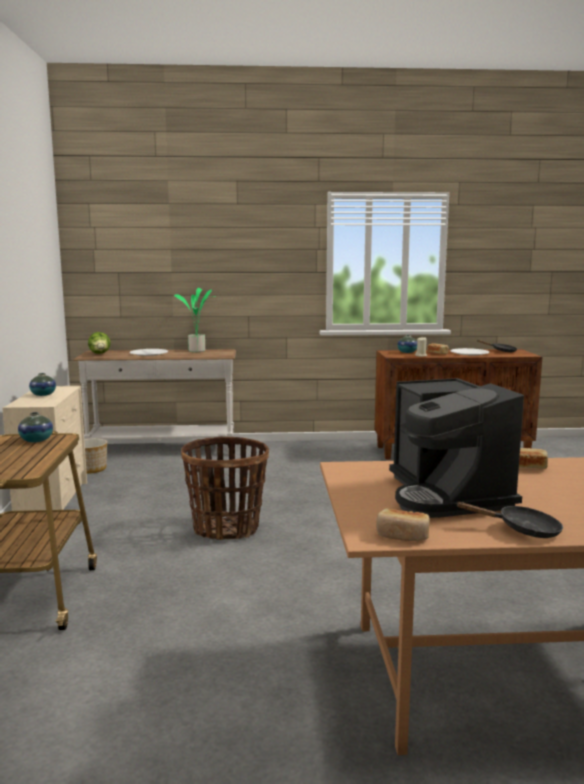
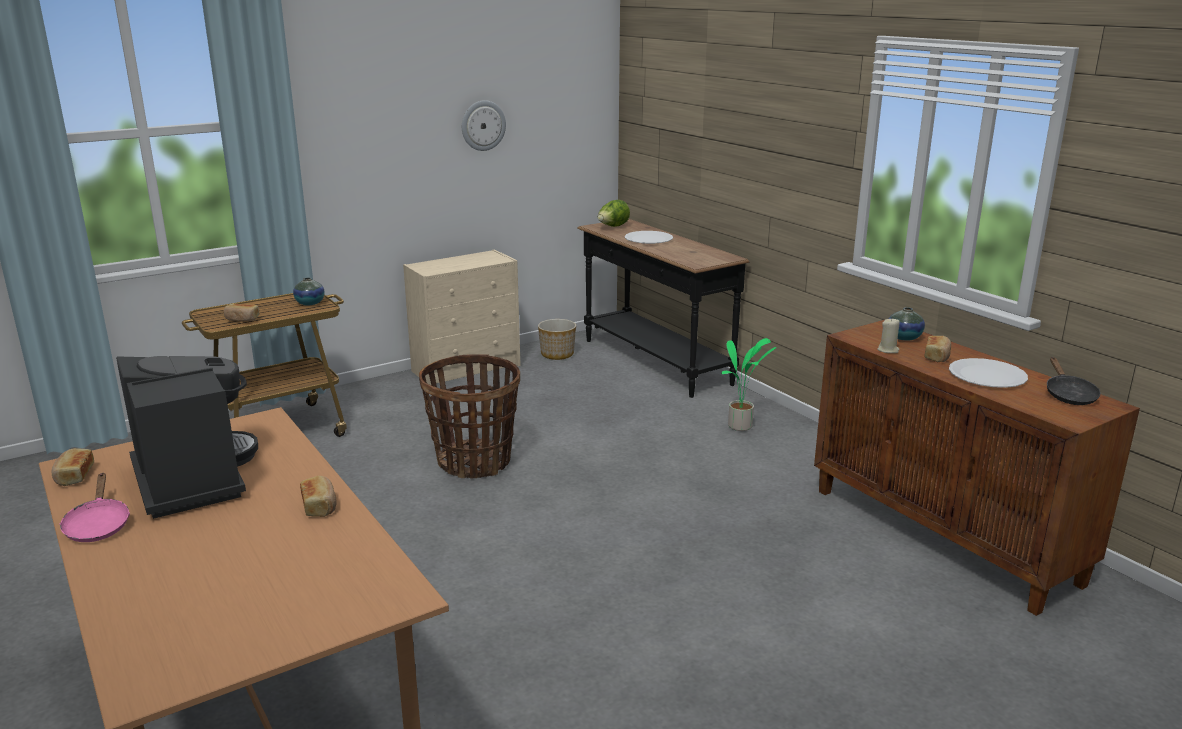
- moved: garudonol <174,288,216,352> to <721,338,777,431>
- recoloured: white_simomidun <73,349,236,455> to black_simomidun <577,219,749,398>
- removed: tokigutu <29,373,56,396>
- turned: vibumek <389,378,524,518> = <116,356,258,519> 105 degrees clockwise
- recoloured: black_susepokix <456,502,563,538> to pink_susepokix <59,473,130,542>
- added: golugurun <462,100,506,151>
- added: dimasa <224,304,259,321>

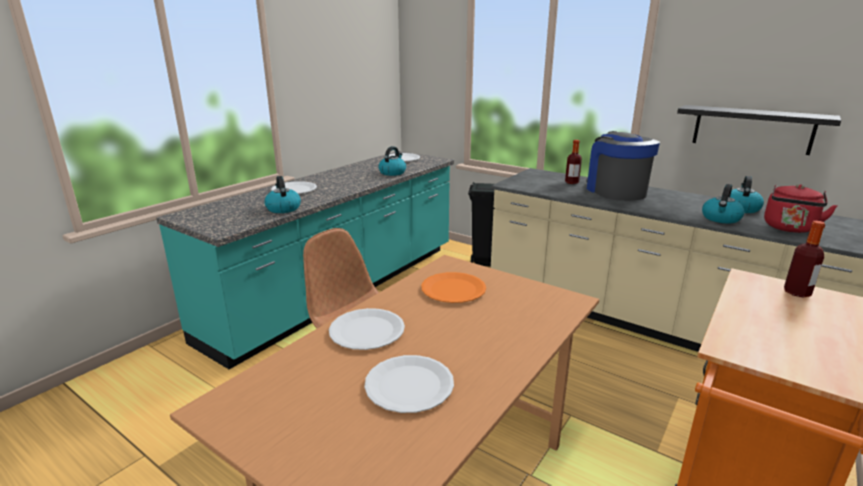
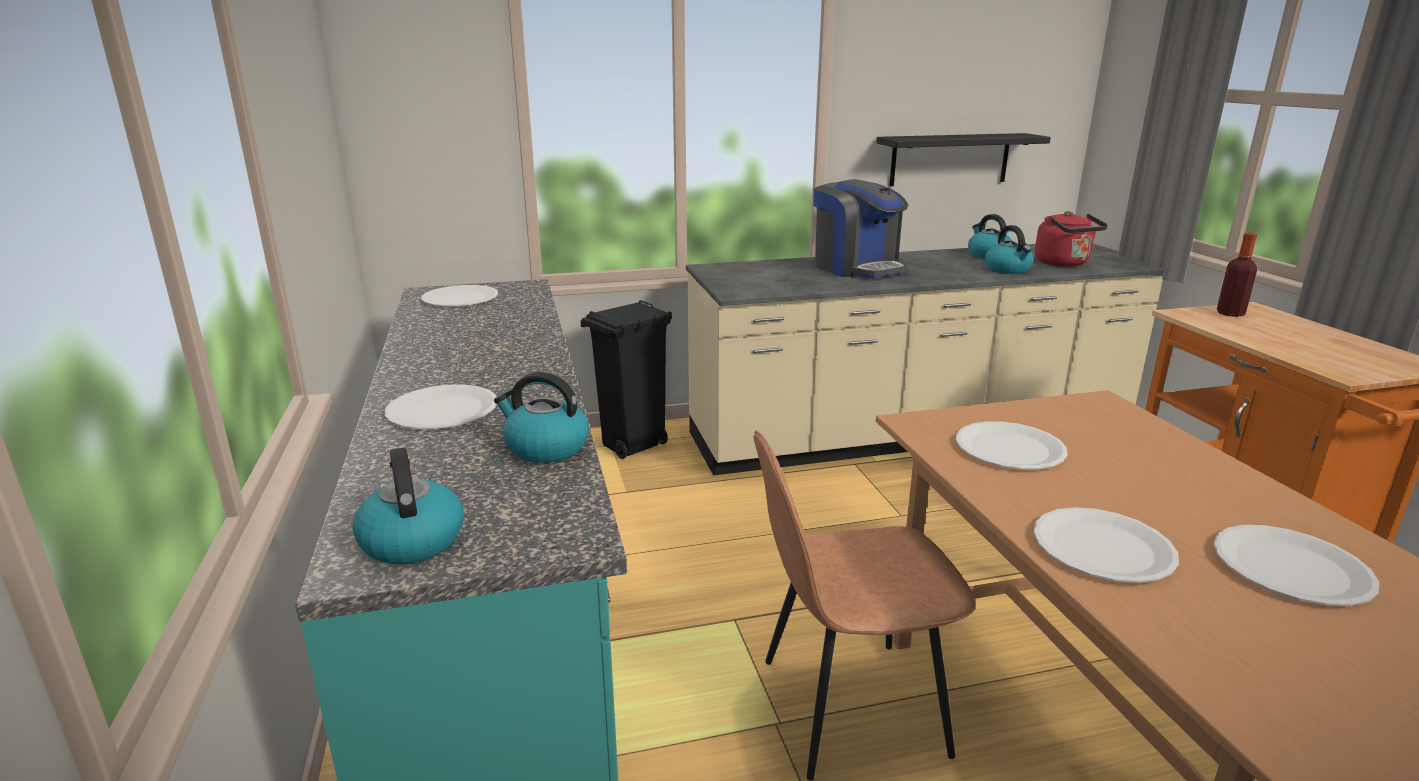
- turned: vibumek <586,131,660,201> = <813,179,908,278> 150 degrees counterclockwise
- removed: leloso <565,140,582,184>
- moved: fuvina <378,146,406,176> to <352,448,464,564>
- recoloured: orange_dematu <421,272,486,303> to white_dematu <956,421,1068,469>

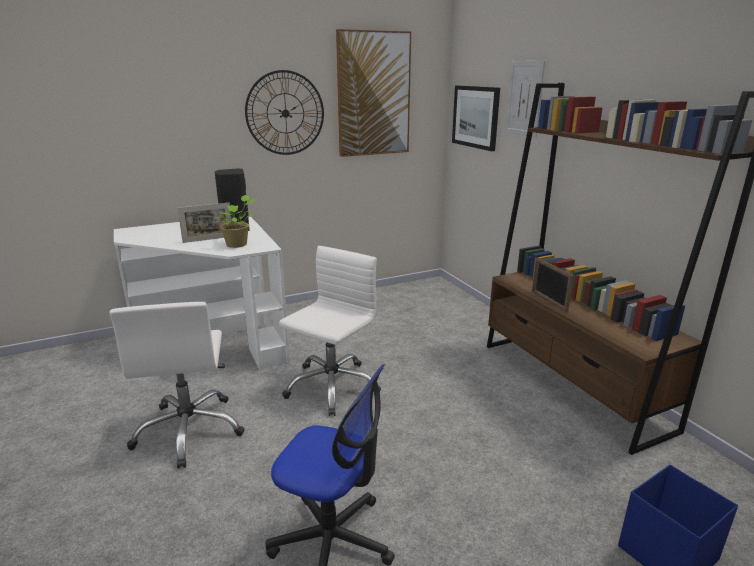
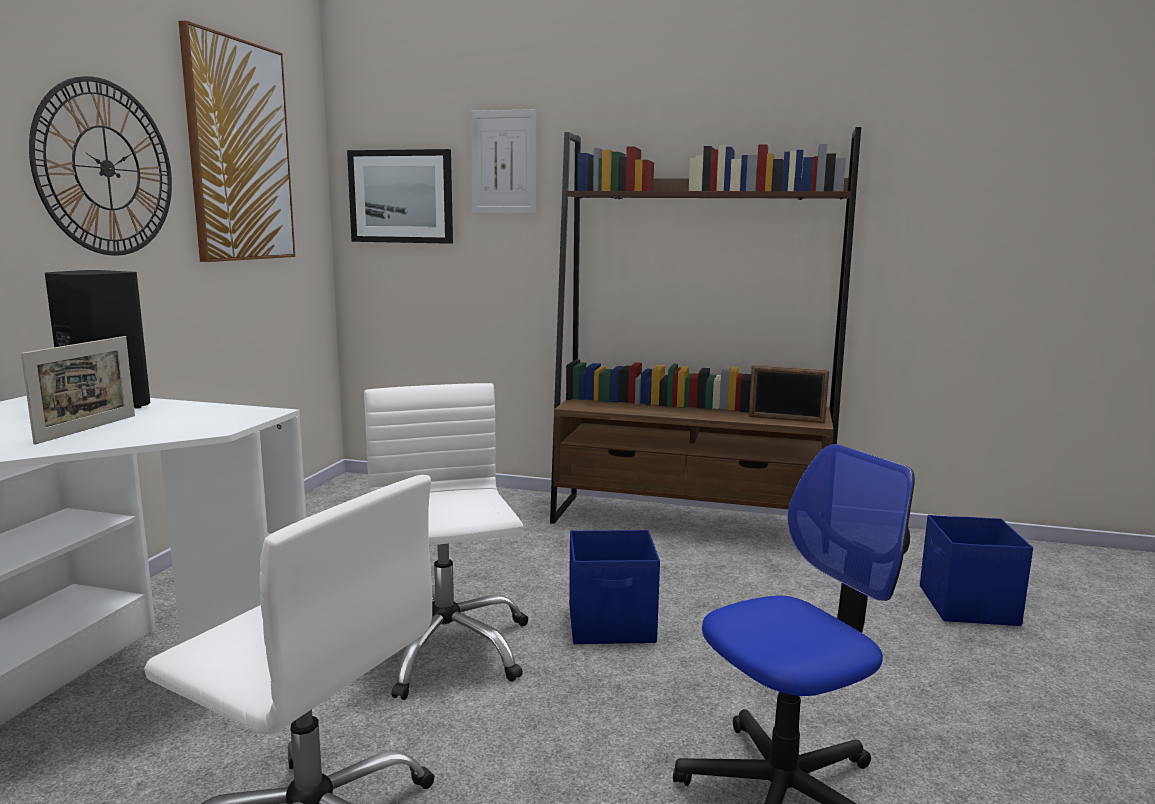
- removed: garudonol <217,195,256,248>
- moved: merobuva <532,257,574,313> to <749,365,829,424>
- added: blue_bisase <569,530,660,644>

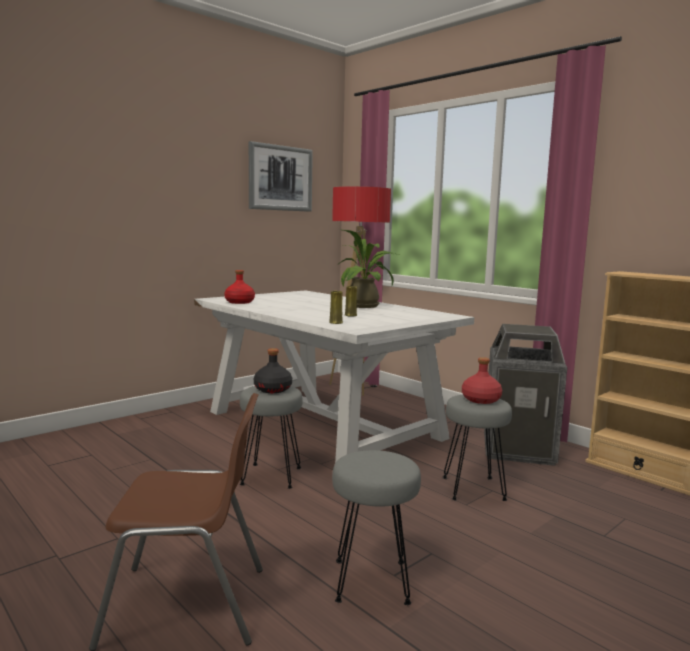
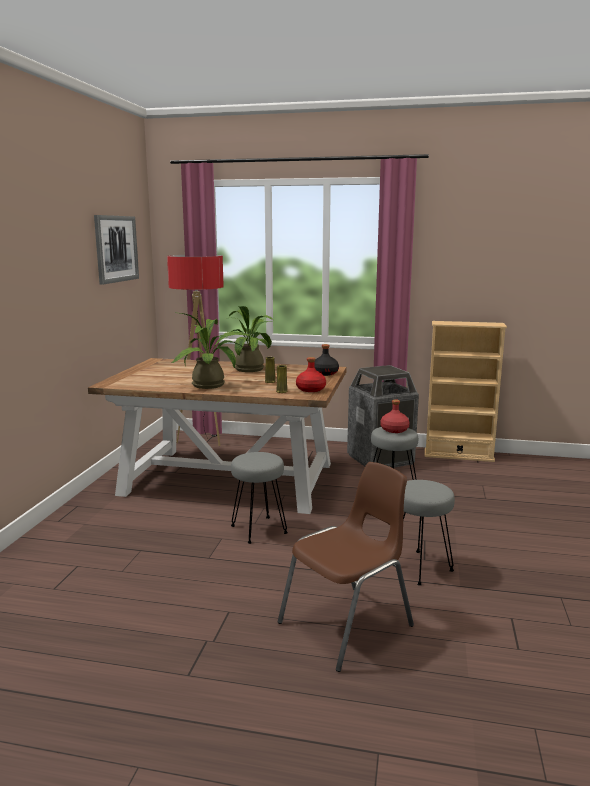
- moved: red_leloso <224,270,255,304> to <296,357,326,392>
- recoloured: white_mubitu <194,290,474,463> to brown_mubitu <88,358,347,514>
- moved: black_leloso <254,348,292,393> to <314,344,339,376>
- added: garudonol <172,313,252,389>

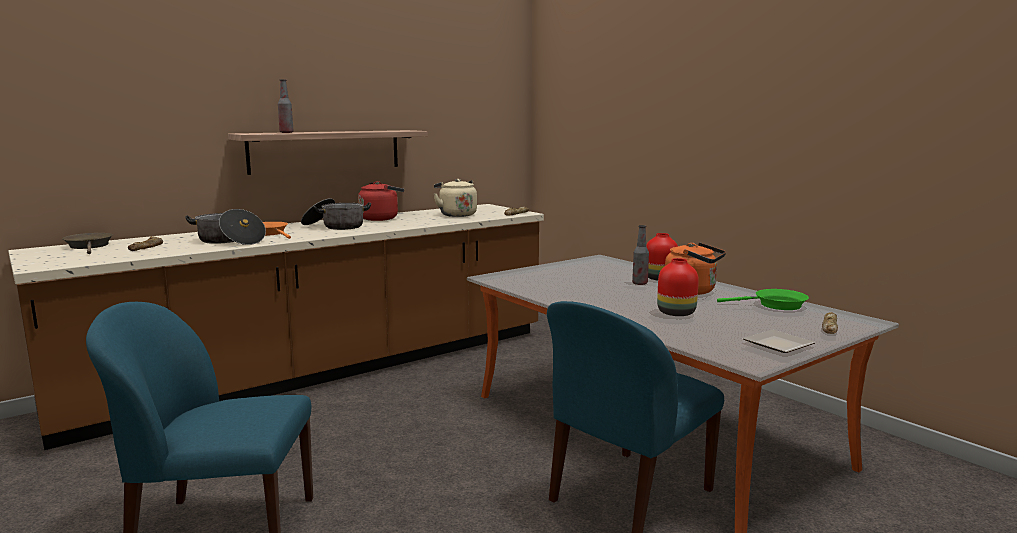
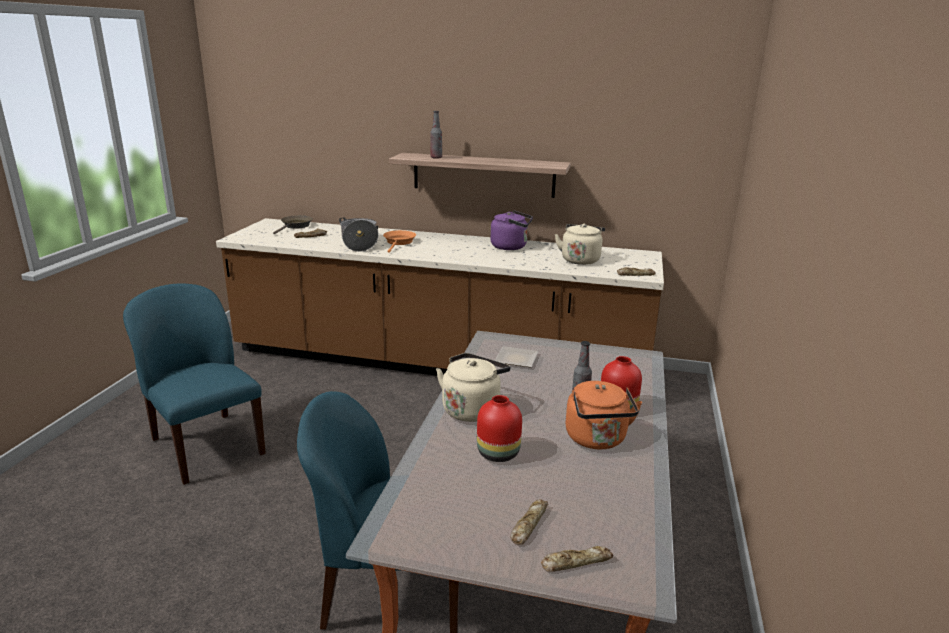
- recoloured: red_fuvina <358,181,404,221> to purple_fuvina <490,210,533,250>
- removed: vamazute <301,198,371,230>
- removed: green_susepokix <717,289,809,310>
- moved: dematu <743,330,816,353> to <495,346,538,368>
- added: beige_fuvina <436,353,510,422>
- added: dimasa <510,499,548,545>

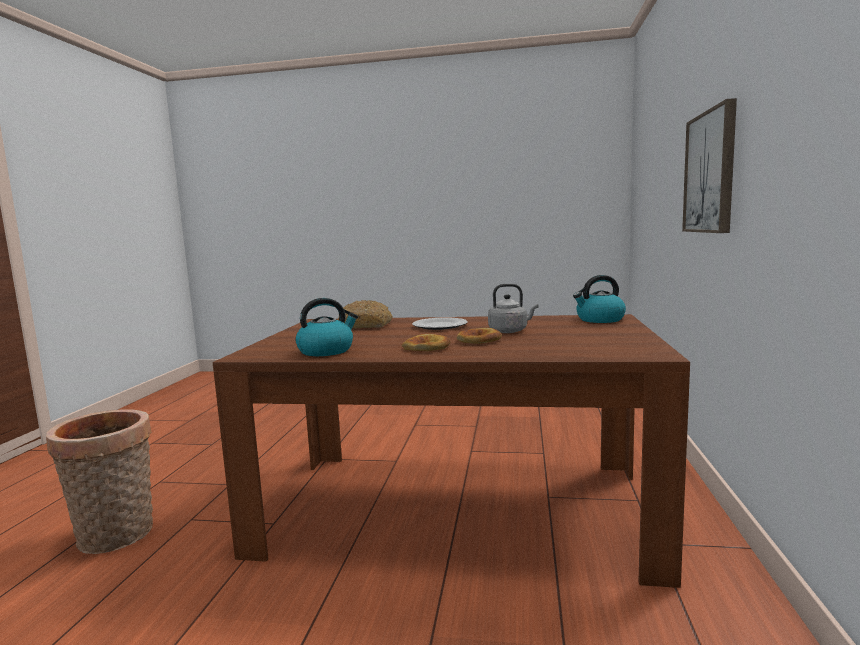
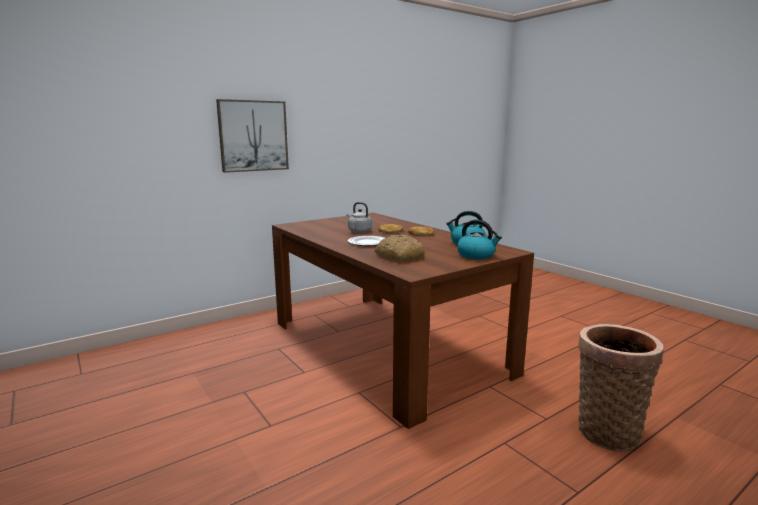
- moved: fuvina <573,275,626,323> to <457,219,502,259>

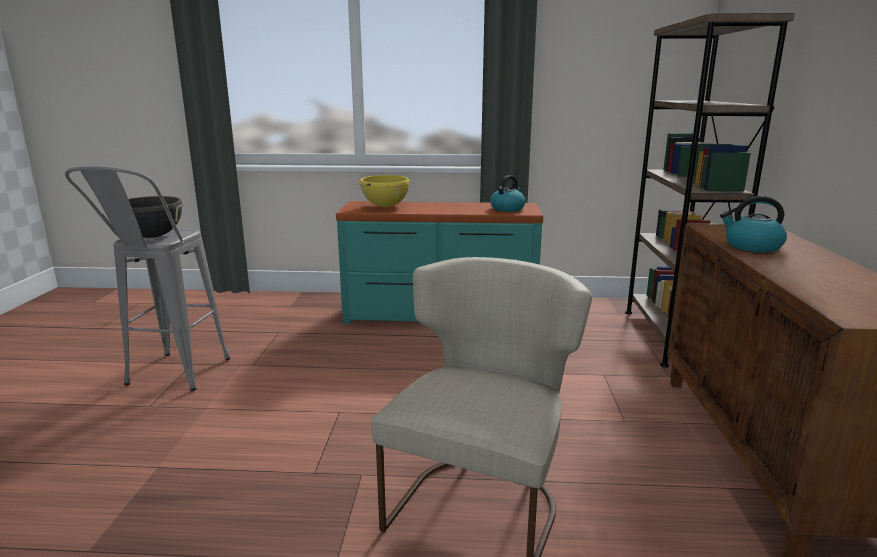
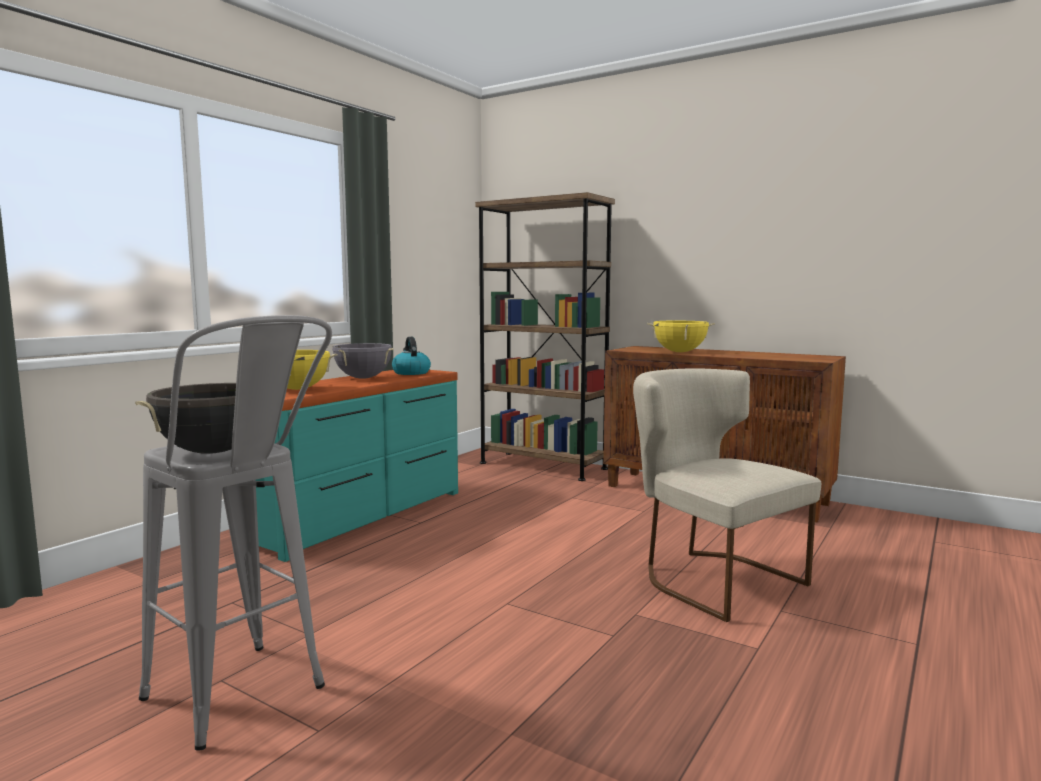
- replaced: fuvina <720,196,787,253> to yellow_vamazute <647,321,715,352>
- added: grey_vamazute <332,343,393,379>

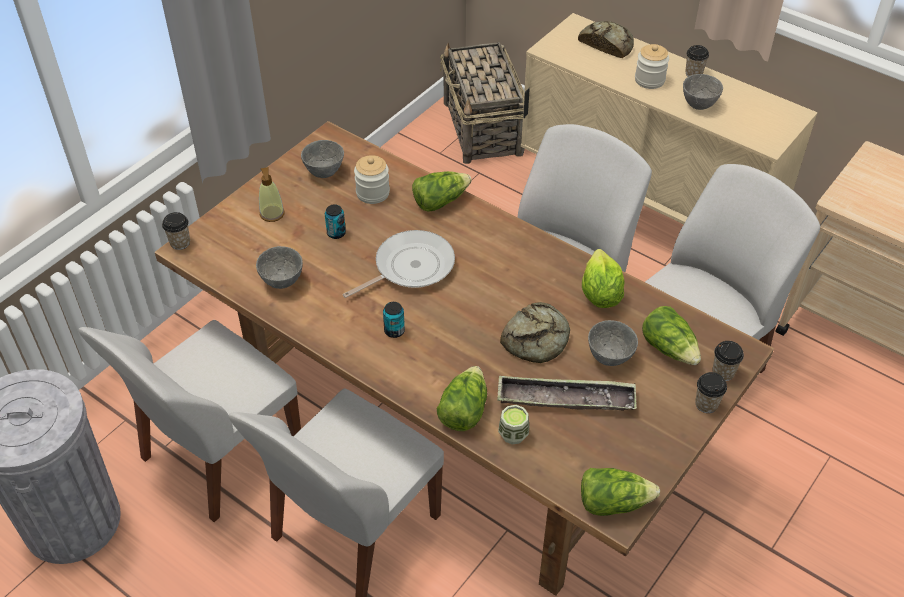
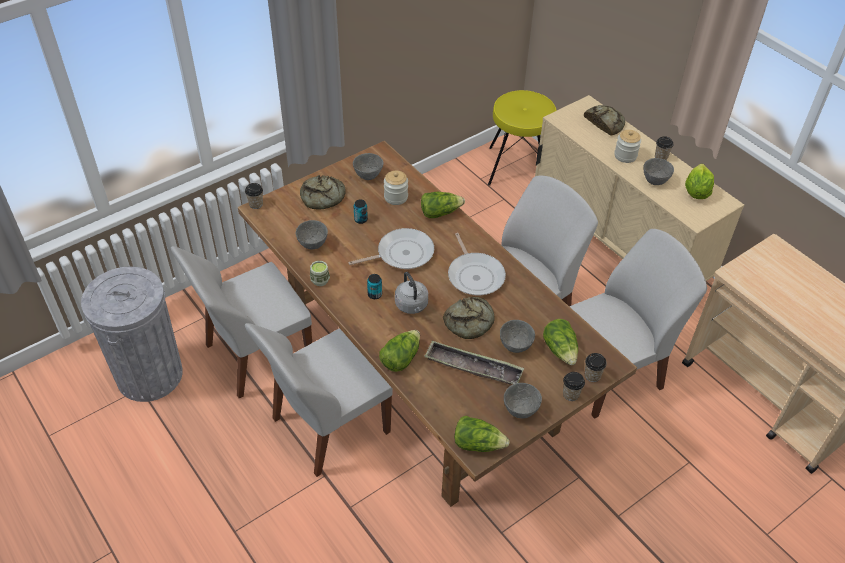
- replaced: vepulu <440,42,525,164> to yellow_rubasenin <488,90,557,185>
- replaced: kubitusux <259,167,285,222> to dimasa <300,175,346,209>
- moved: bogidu <582,249,625,308> to <685,163,714,199>
- moved: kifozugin <498,405,529,445> to <310,261,330,286>
- added: susepokix <448,233,506,295>
- added: grey_fuvina <395,272,428,314>
- added: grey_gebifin <504,383,542,418>

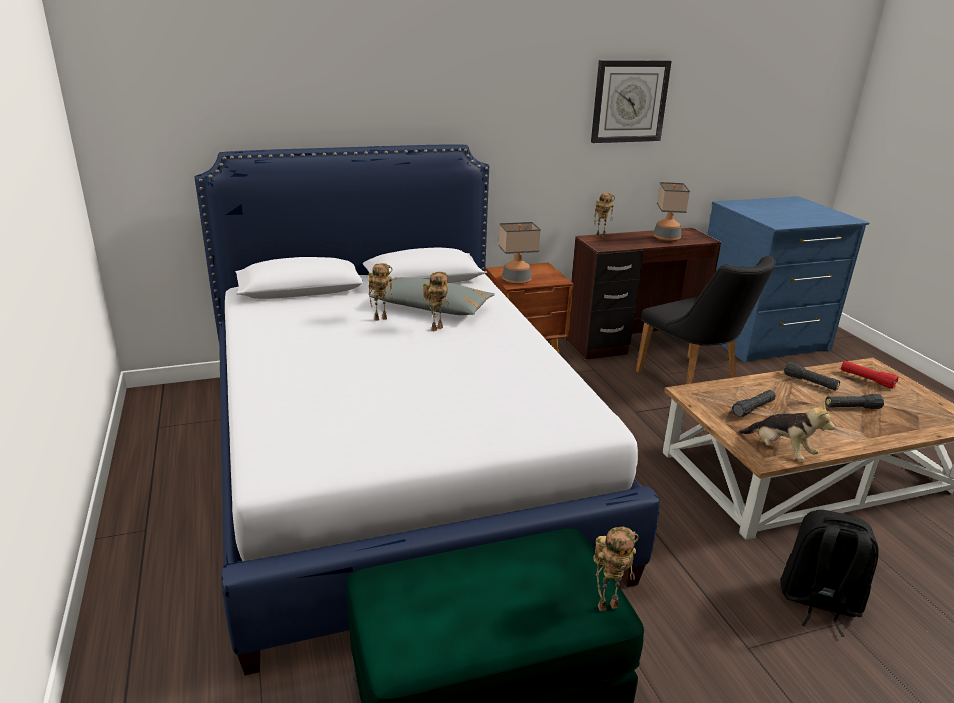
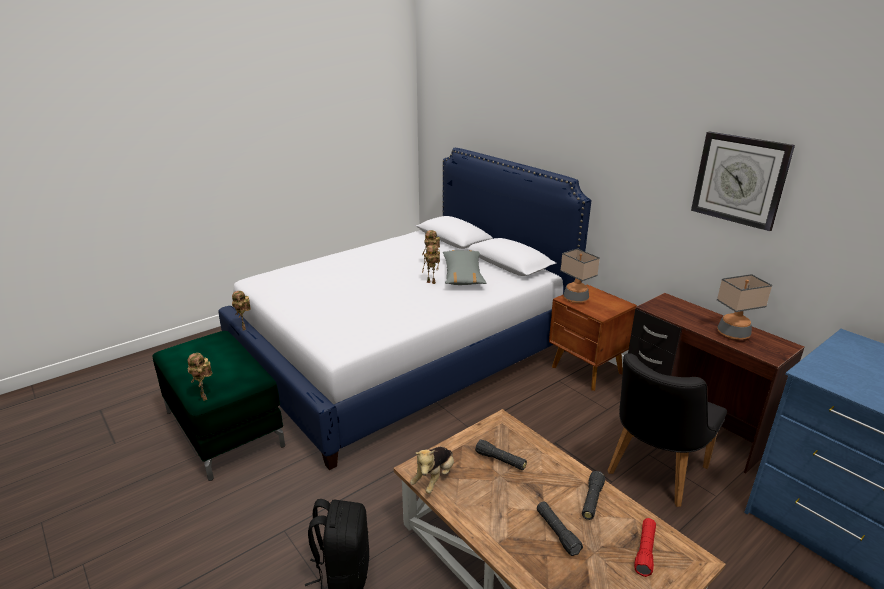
- moved: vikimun <594,193,615,238> to <232,291,251,330>

